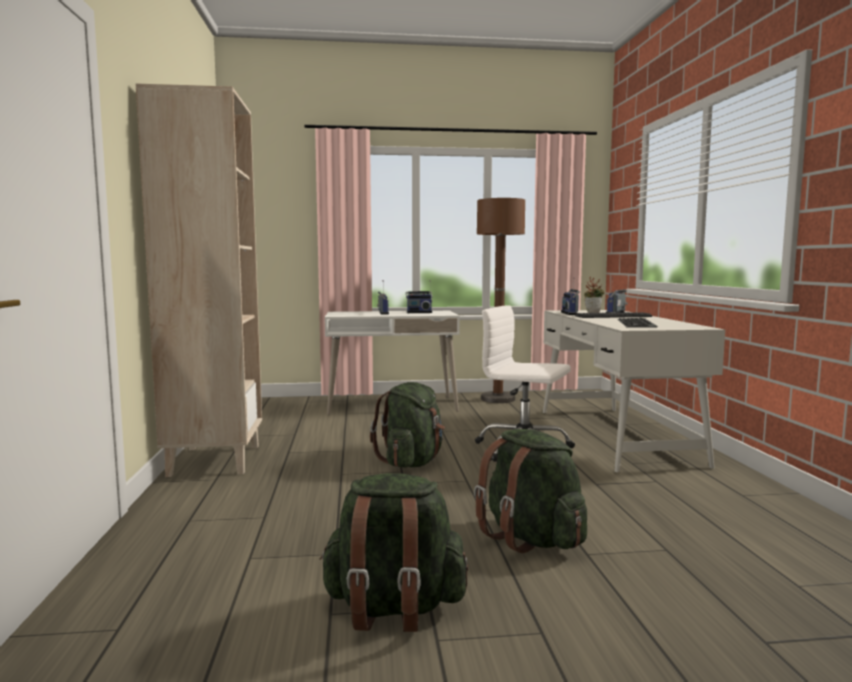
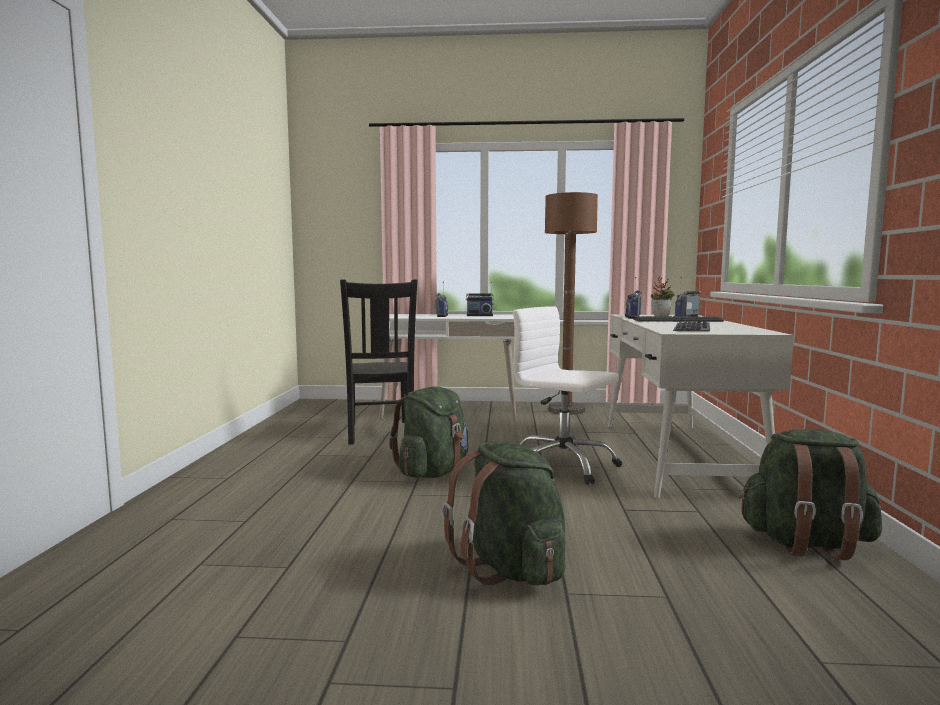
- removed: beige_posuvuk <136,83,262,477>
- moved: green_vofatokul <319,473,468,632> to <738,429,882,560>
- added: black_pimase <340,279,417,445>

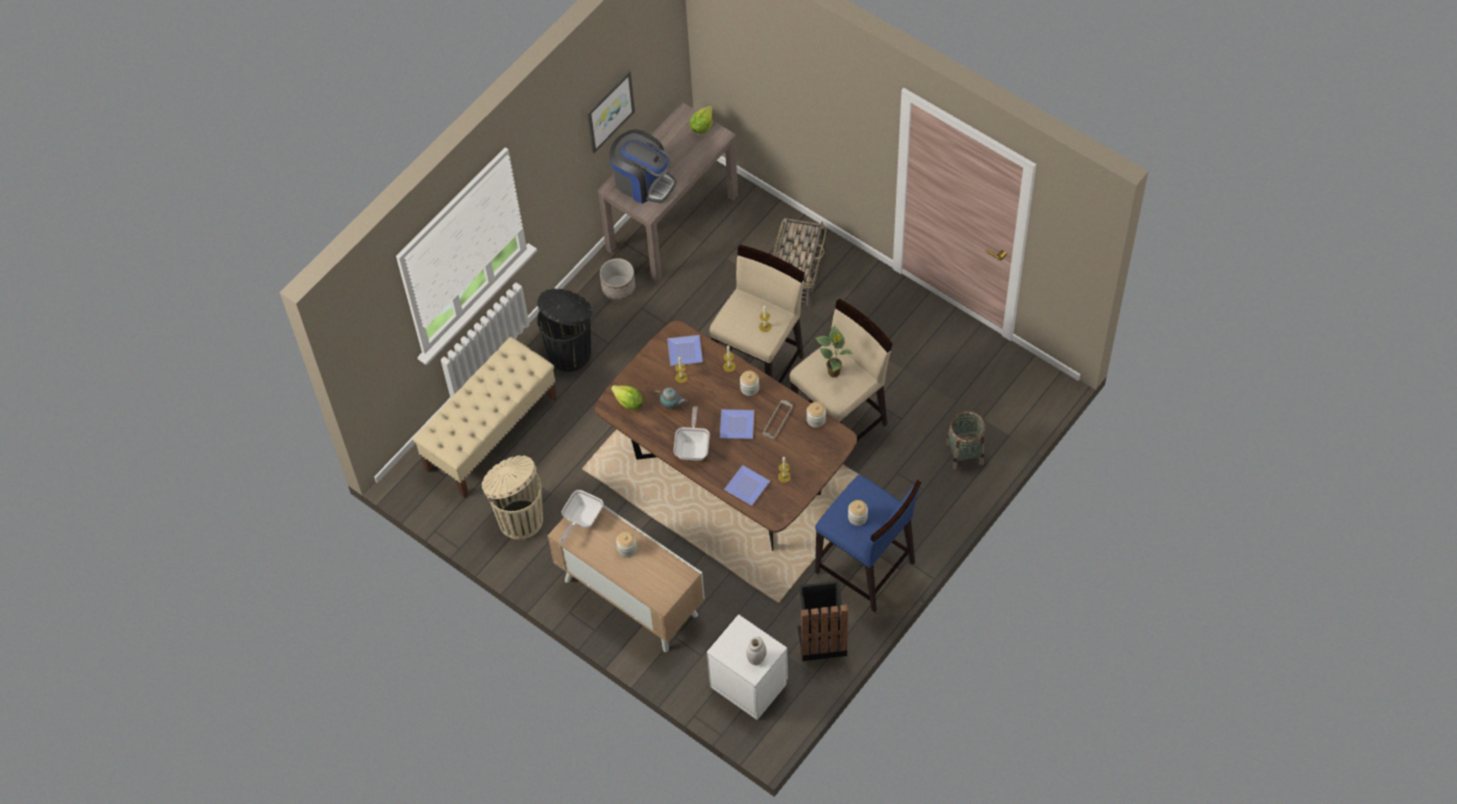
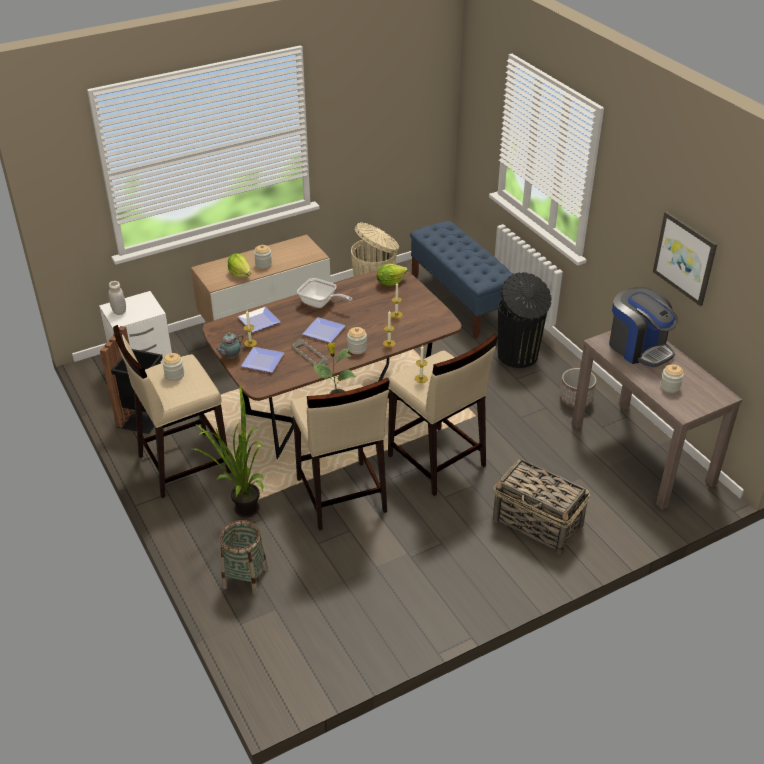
- moved: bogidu <690,106,713,134> to <228,253,251,278>
- turned: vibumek <610,129,676,204> = <609,287,679,367> 90 degrees counterclockwise
- moved: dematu <667,335,703,366> to <241,347,284,373>
- recoloured: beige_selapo <413,337,557,498> to blue_selapo <410,221,514,339>
- moved: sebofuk <654,387,687,409> to <215,333,244,359>
- moved: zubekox <807,402,826,428> to <660,364,684,393>
- recoloured: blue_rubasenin <815,475,921,612> to beige_rubasenin <113,325,231,498>
- removed: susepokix <560,490,603,543>
- added: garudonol <193,384,264,518>

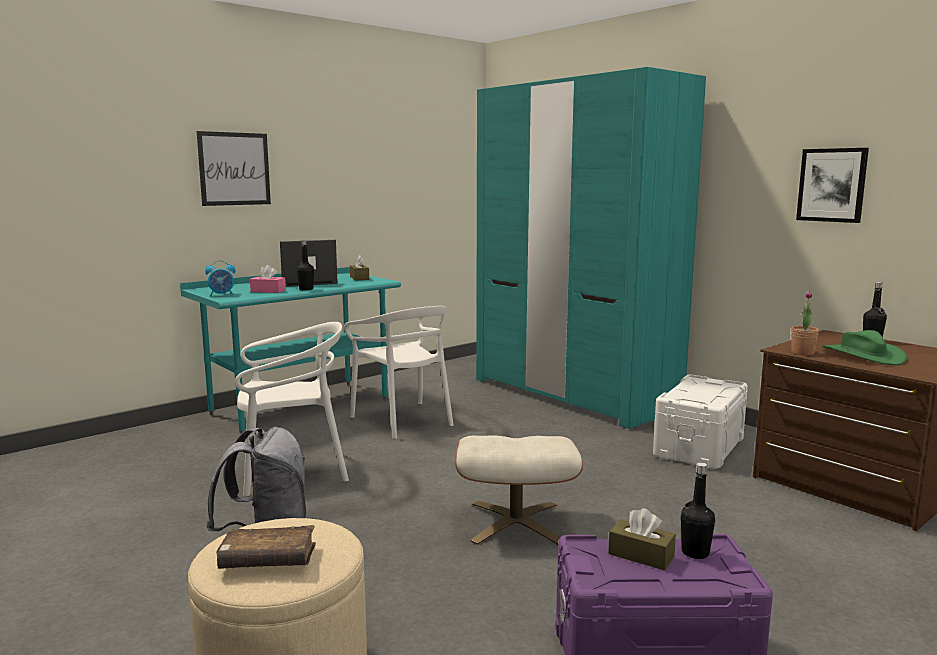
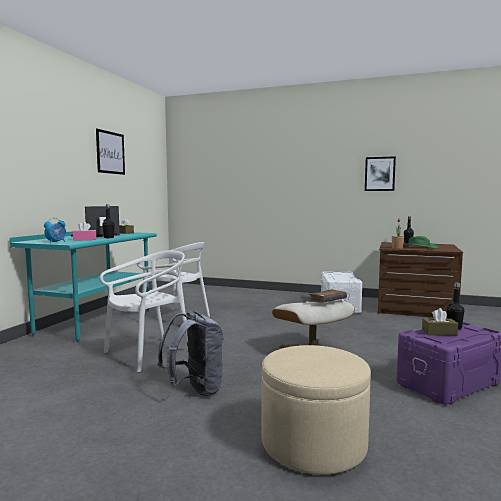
- removed: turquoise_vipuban <476,67,706,429>
- moved: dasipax <197,131,271,206> to <96,129,125,175>
- moved: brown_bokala <216,525,316,569> to <308,289,347,303>

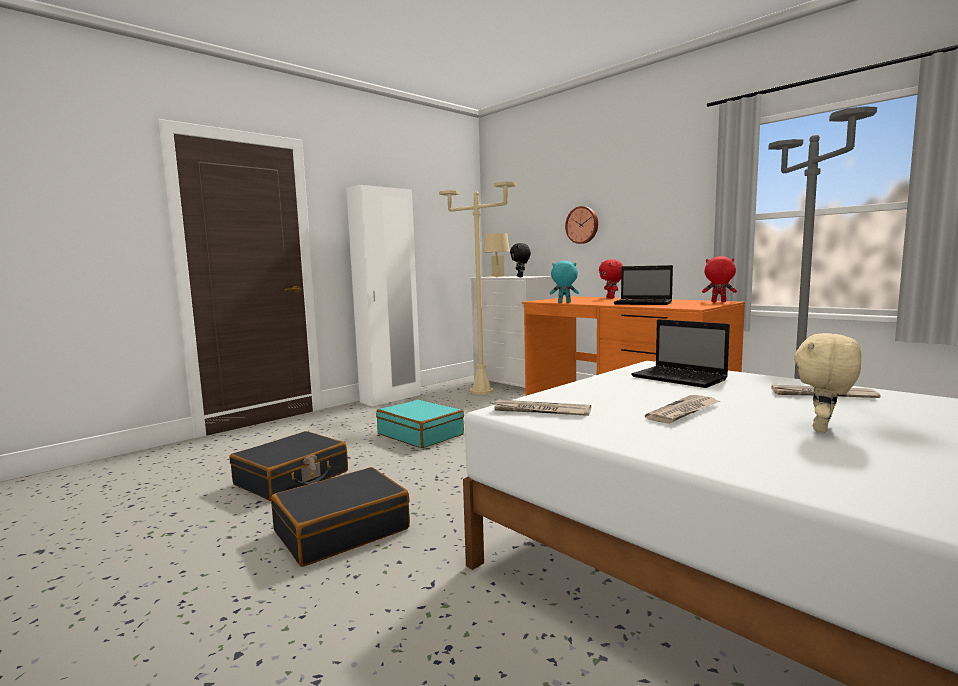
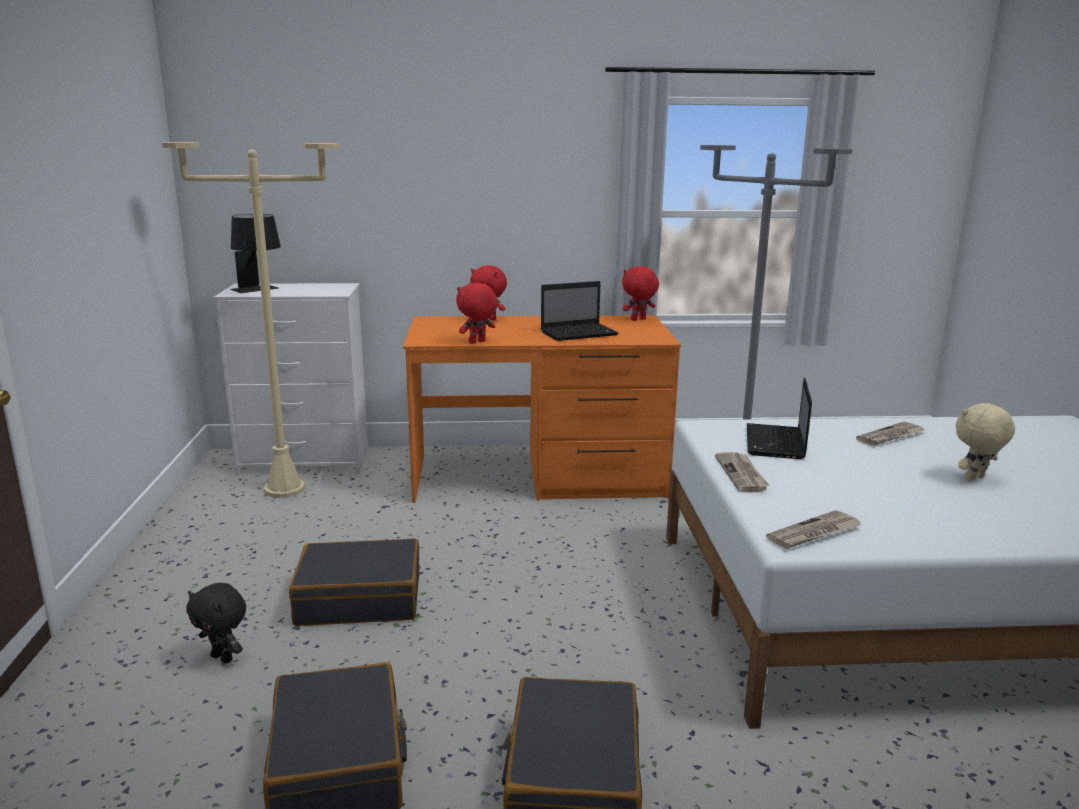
- removed: white_vipuban <346,185,421,407>
- removed: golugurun <565,206,598,244>
- recoloured: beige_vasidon <483,233,510,277> to black_vasidon <230,214,281,293>
- moved: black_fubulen <510,243,531,277> to <187,583,246,663>
- recoloured: turquoise_fubulen <550,261,579,303> to red_fubulen <456,282,498,344>
- turned: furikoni <631,319,730,388> = <747,378,812,459> 105 degrees clockwise
- turned: beige_fubulen <794,333,861,433> = <956,403,1015,481> 75 degrees clockwise
- moved: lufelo <645,395,720,424> to <715,452,769,492>
- recoloured: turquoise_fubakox <376,399,464,448> to black_fubakox <289,538,420,626>

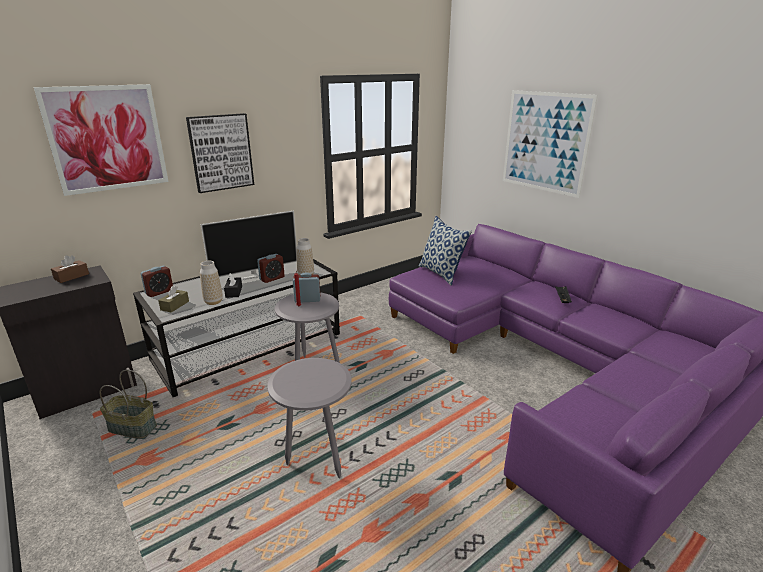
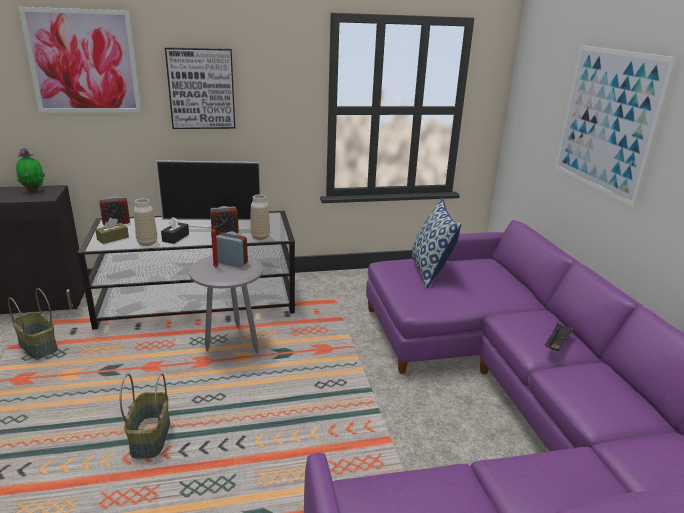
- replaced: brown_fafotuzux <51,255,89,283> to garudonol <16,148,45,192>
- replaced: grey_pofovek <267,358,352,478> to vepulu <120,373,170,458>

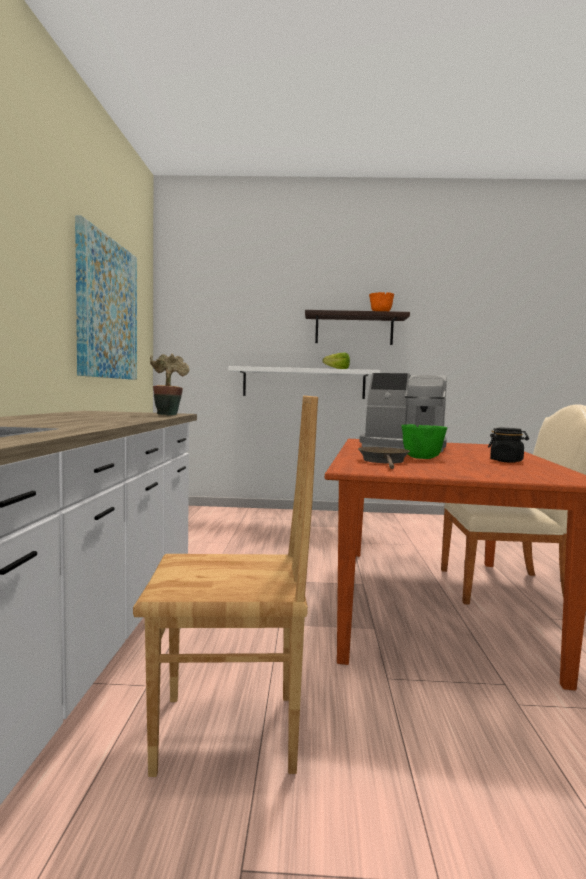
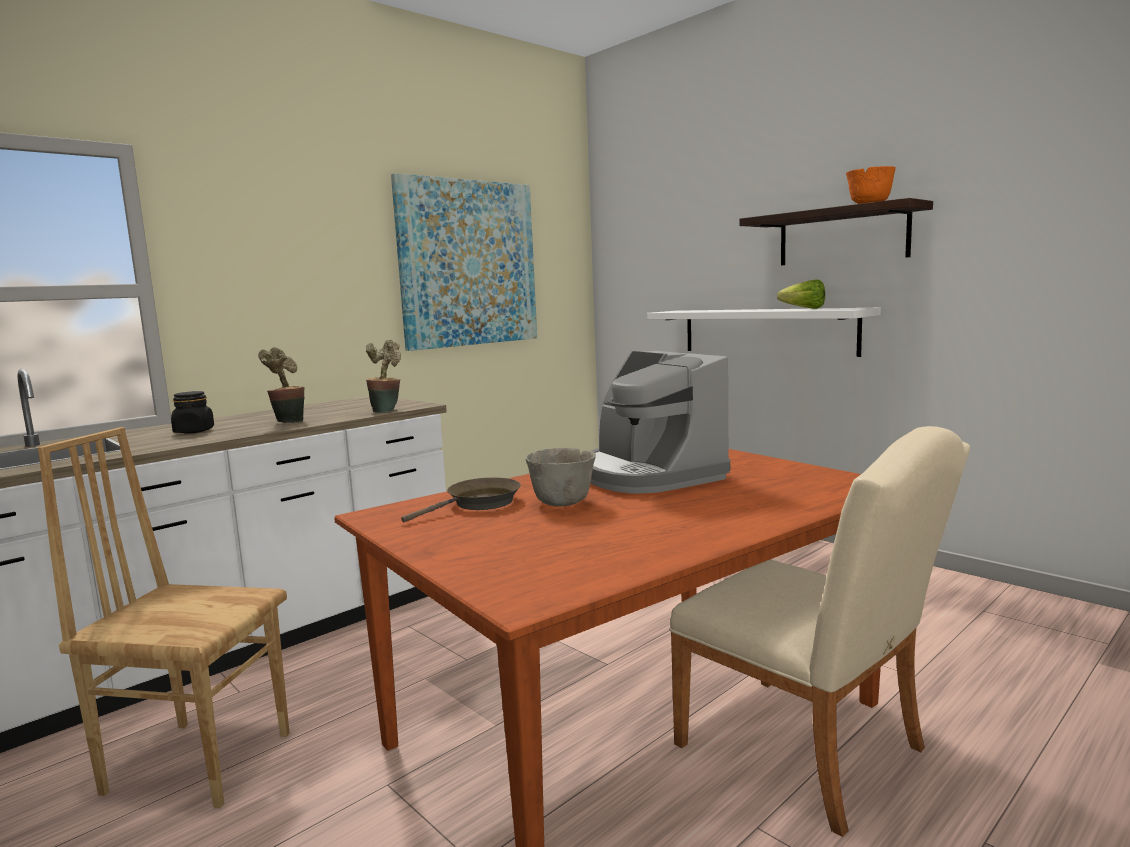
- turned: brown_pimase <133,396,318,777> = <38,427,290,808> 150 degrees clockwise
- recoloured: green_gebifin <401,424,447,459> to grey_gebifin <526,448,596,507>
- moved: black_zubekox <488,428,529,463> to <171,391,214,434>
- added: garudonol <258,347,305,423>

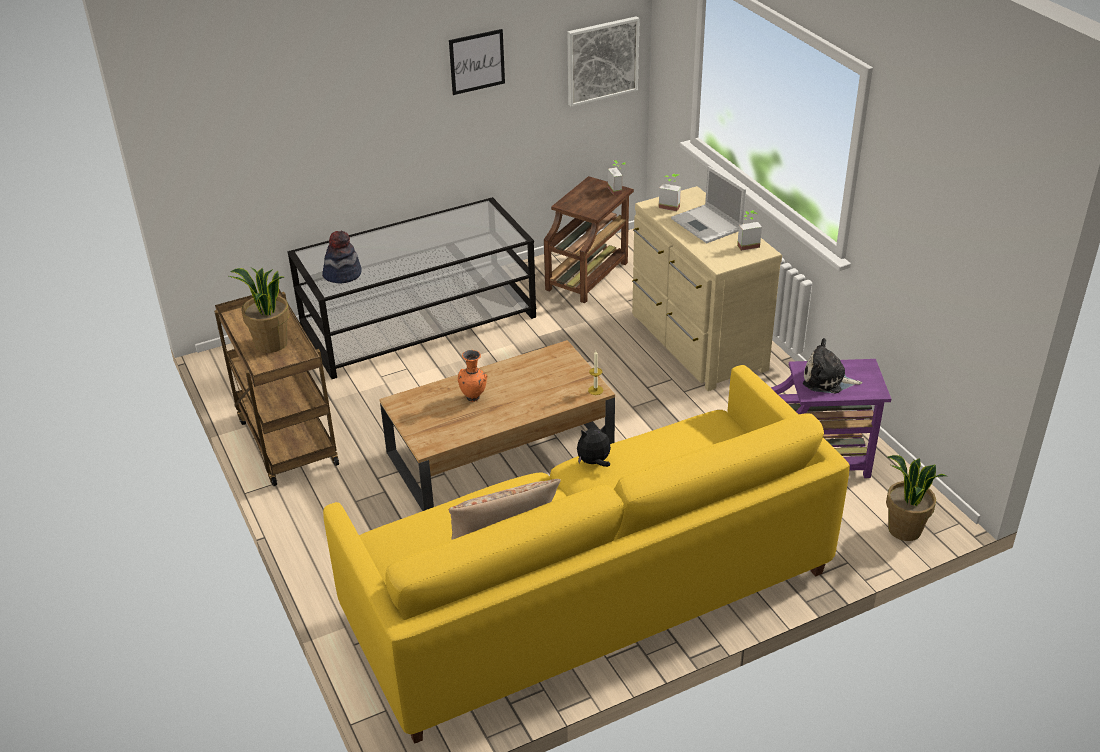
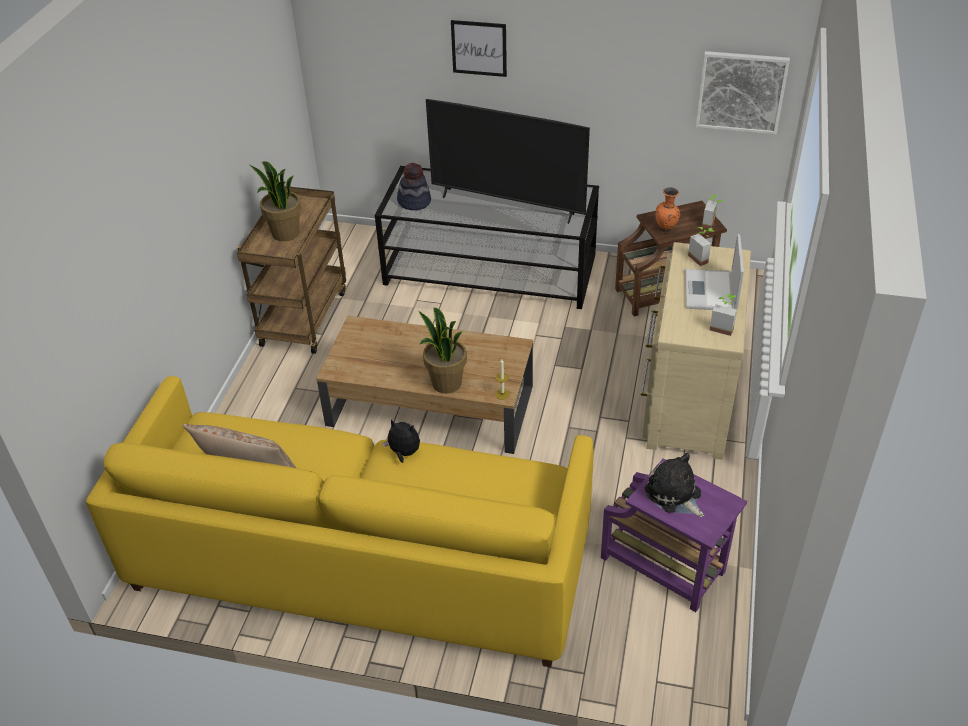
- moved: dasipax <449,29,505,95> to <451,20,507,77>
- moved: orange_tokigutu <458,350,487,402> to <655,187,680,233>
- moved: garudonol <886,455,947,541> to <418,308,467,394>
- added: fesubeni <426,99,590,224>

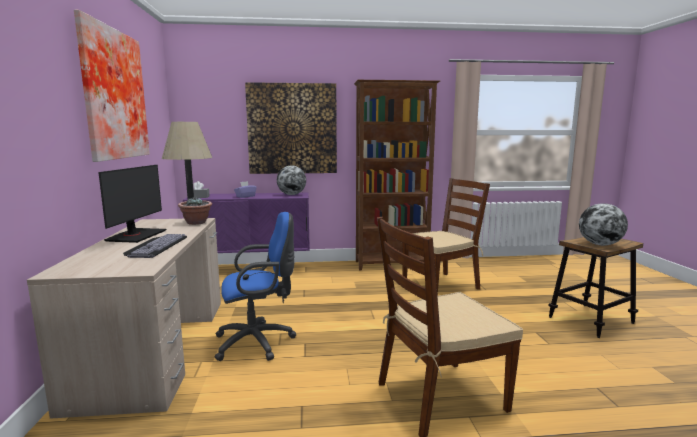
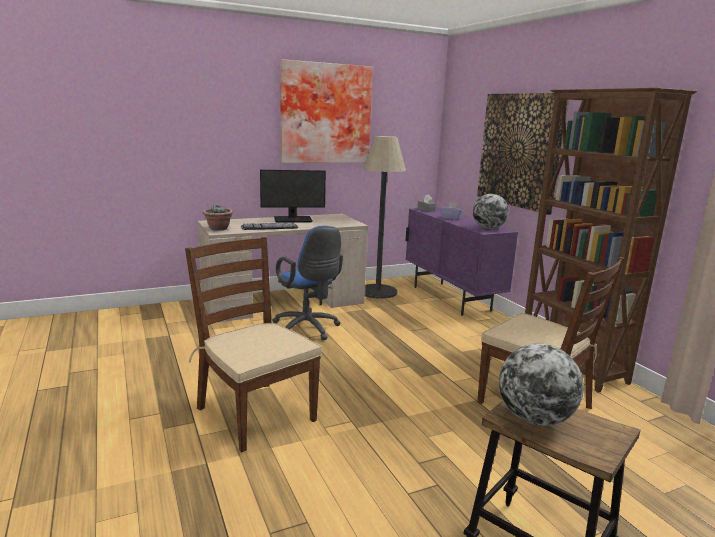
- moved: garudonol <178,197,212,225> to <203,205,233,231>

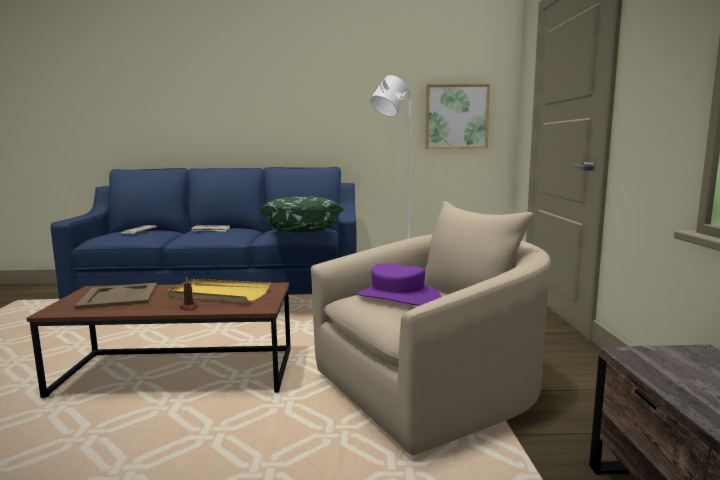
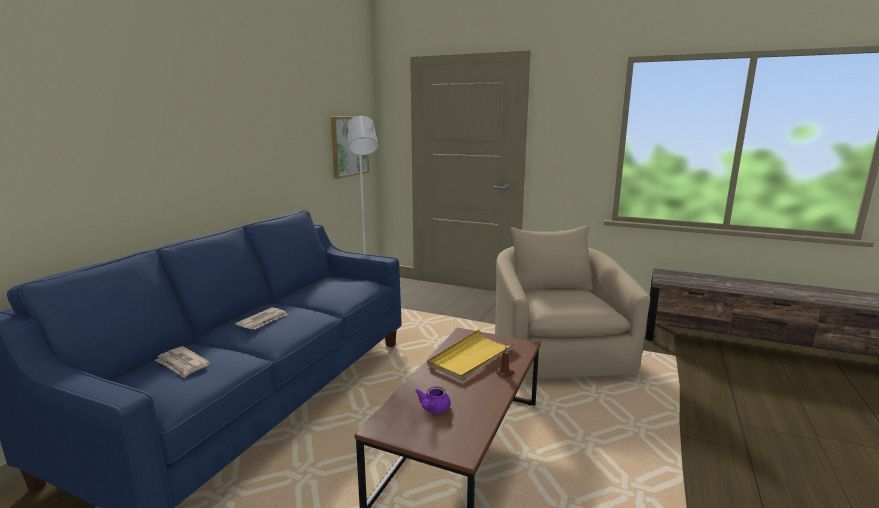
- removed: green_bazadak <259,197,344,233>
- removed: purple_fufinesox <357,263,441,306>
- replaced: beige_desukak <75,283,157,309> to purple_sebofuk <415,386,451,413>

